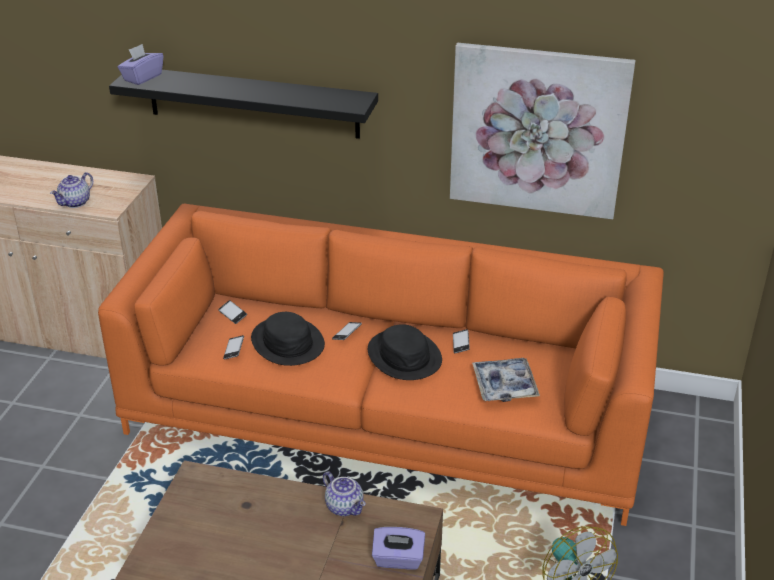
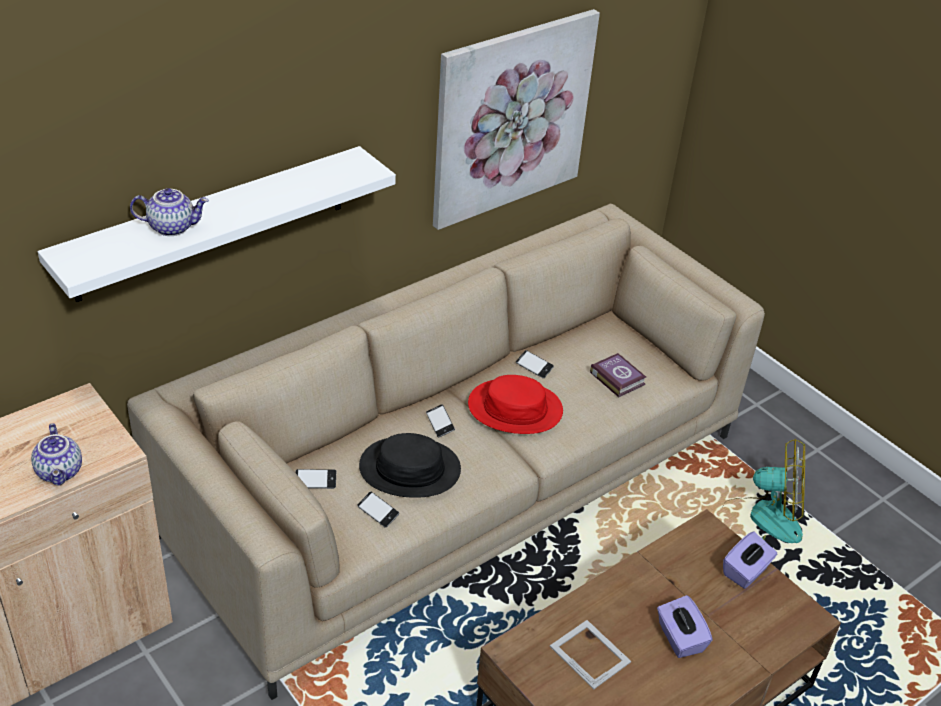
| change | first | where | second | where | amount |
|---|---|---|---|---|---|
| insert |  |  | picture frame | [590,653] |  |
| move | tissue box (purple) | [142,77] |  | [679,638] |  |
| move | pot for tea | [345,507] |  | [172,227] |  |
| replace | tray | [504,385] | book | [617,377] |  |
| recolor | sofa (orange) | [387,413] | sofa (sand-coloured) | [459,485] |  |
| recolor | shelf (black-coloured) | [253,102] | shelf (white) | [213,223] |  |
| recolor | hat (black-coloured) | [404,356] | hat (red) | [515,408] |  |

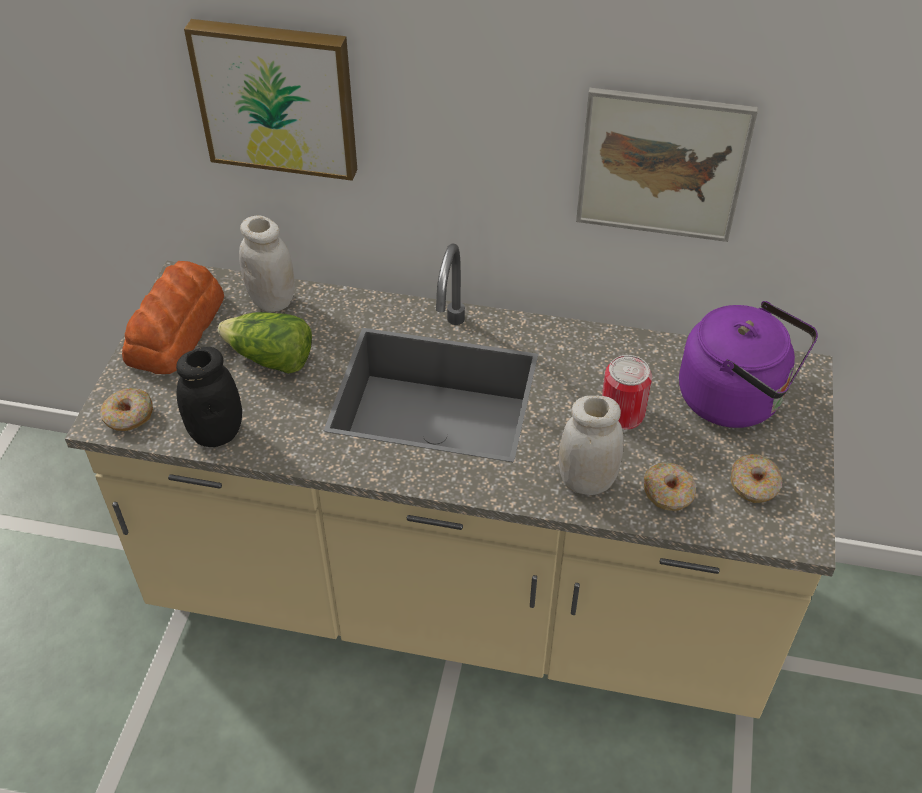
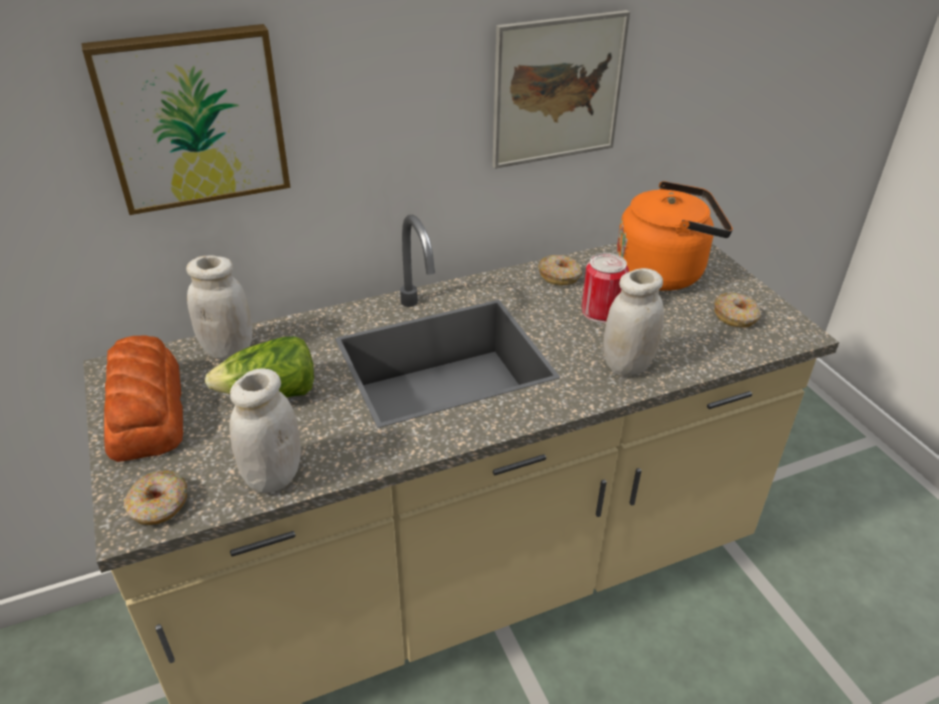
| change | first | where | second | where | amount |
|---|---|---|---|---|---|
| move | ring doughnut | [668,493] |  | [560,276] |  |
| recolor | storage jar (black-coloured) | [217,433] | storage jar (white) | [273,476] |  |
| recolor | tea kettle (purple) | [736,399] | tea kettle (orange) | [664,272] |  |

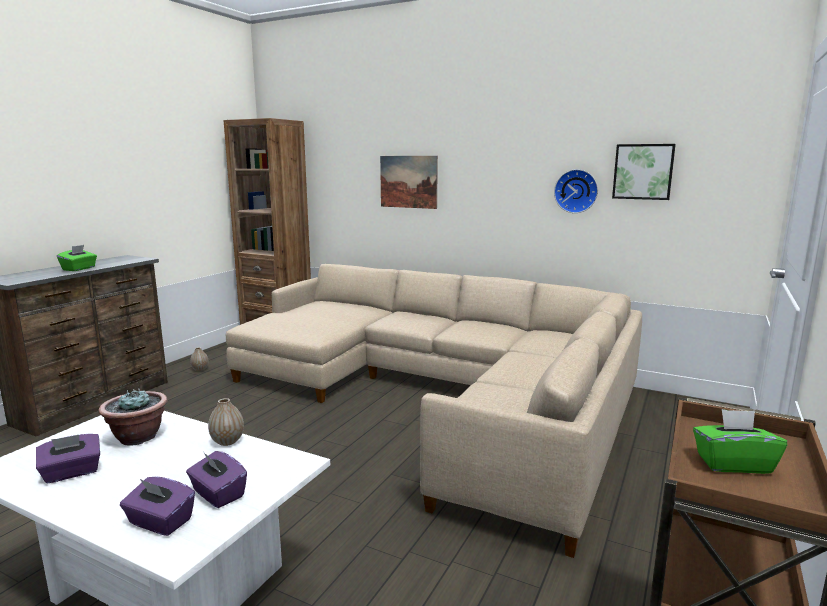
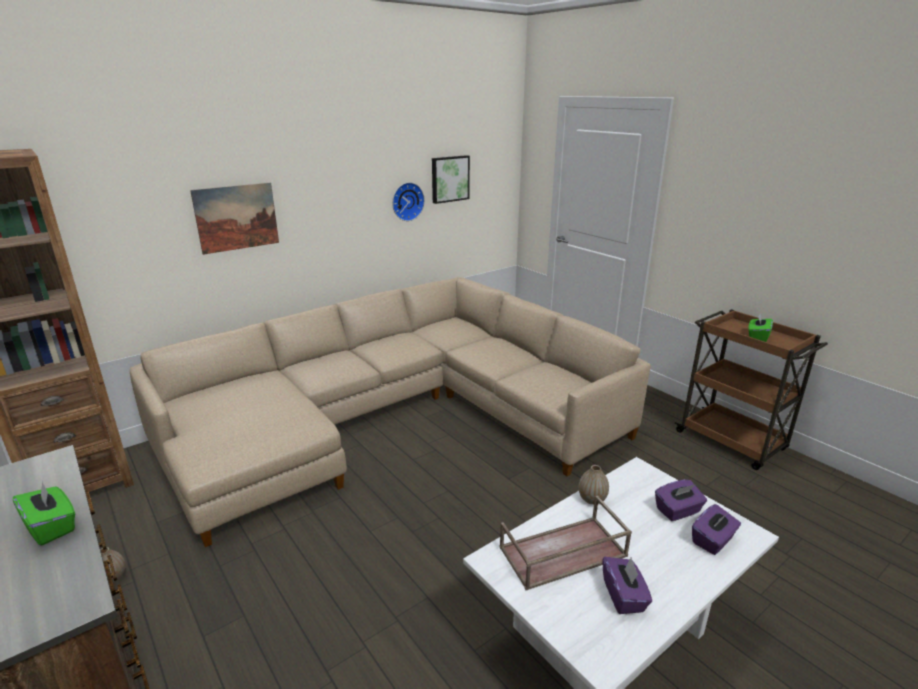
| change | first | where | second | where | amount |
|---|---|---|---|---|---|
| replace | plant in a pot | [137,437] | tray (brown) | [562,553] |  |

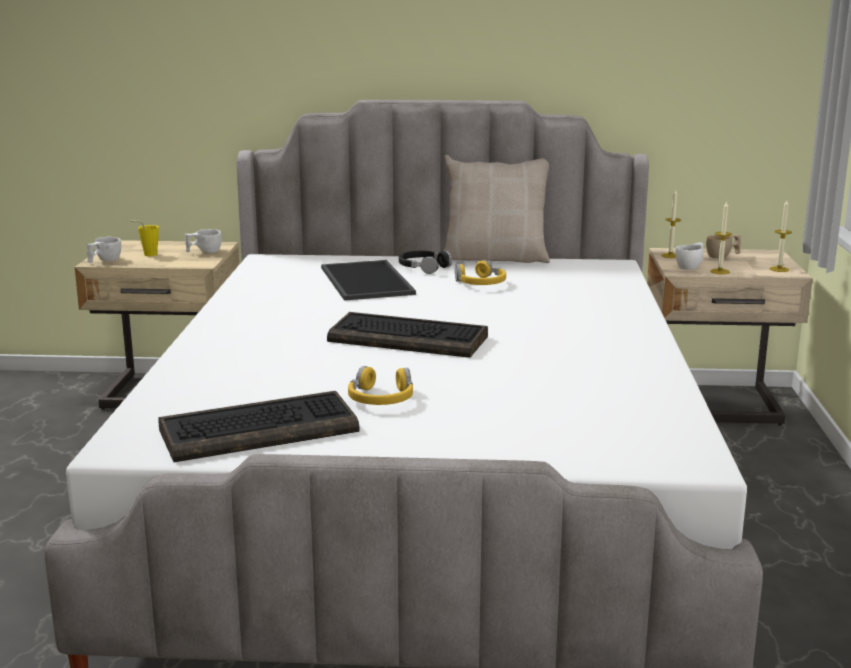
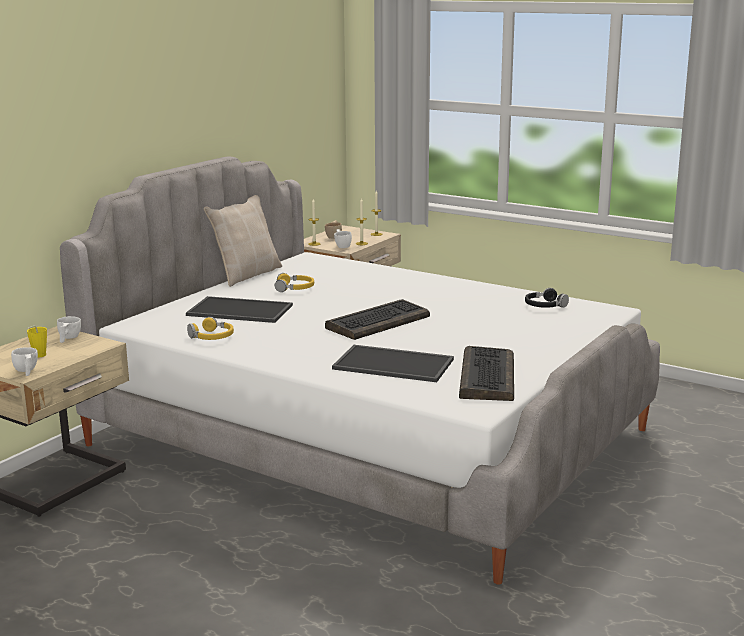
| change | first | where | second | where | amount |
|---|---|---|---|---|---|
| insert |  |  | tray | [395,364] |  |
| move | headset (yellowish) | [381,398] |  | [212,337] |  |
| move | headset (black-coloured) | [423,267] |  | [545,305] |  |

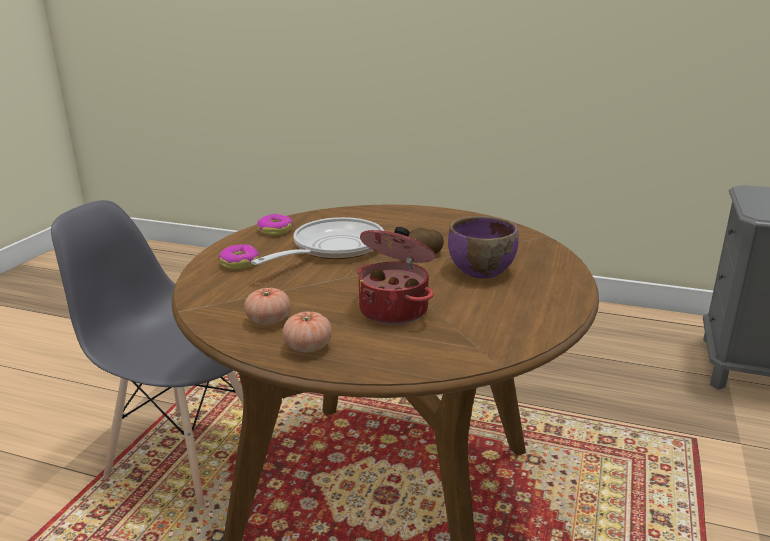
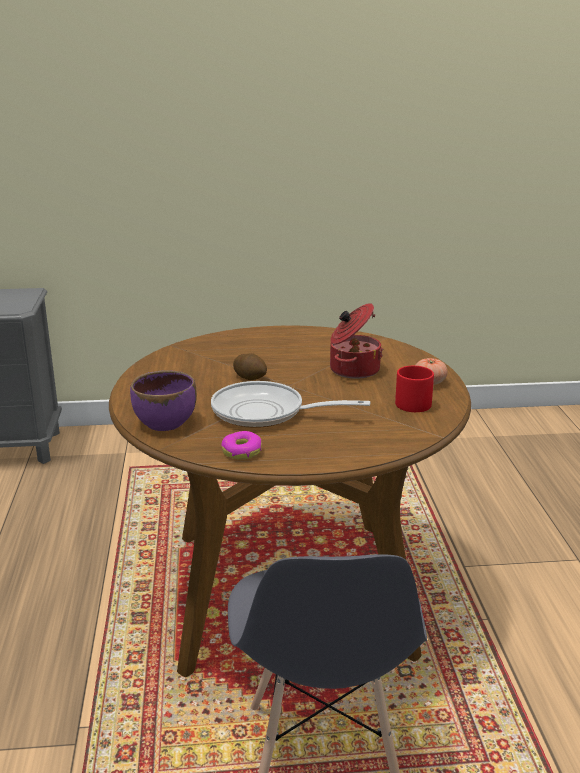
| change | first | where | second | where | amount |
|---|---|---|---|---|---|
| delete | ring doughnut | [239,263] |  |  |  |
| move | deep dish (purple) | [480,270] |  | [165,423] |  |
| replace | fresh tomato | [268,320] | mug (red) | [415,402] |  |

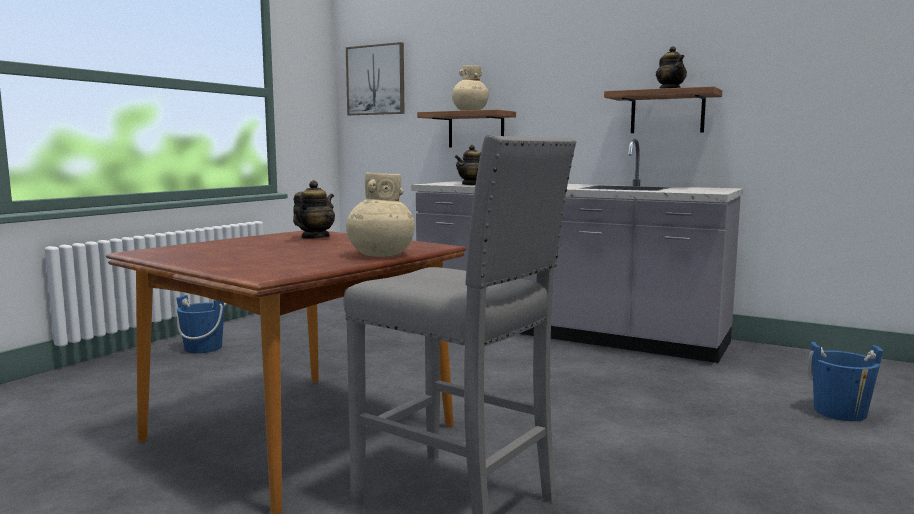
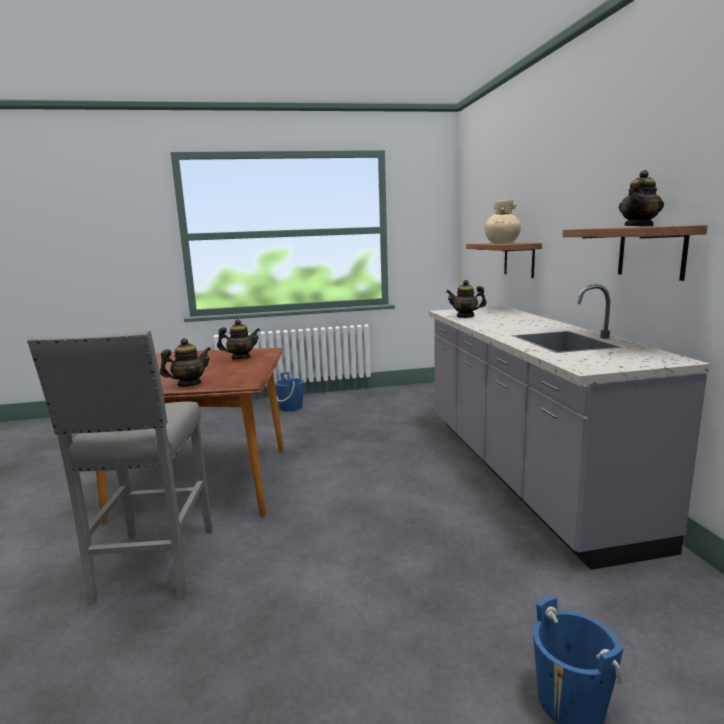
| change | first | where | second | where | amount |
|---|---|---|---|---|---|
| delete | wall picture | [376,80] |  |  |  |
| replace | vase (sand-coloured) | [380,255] | pot for tea | [189,384] |  |

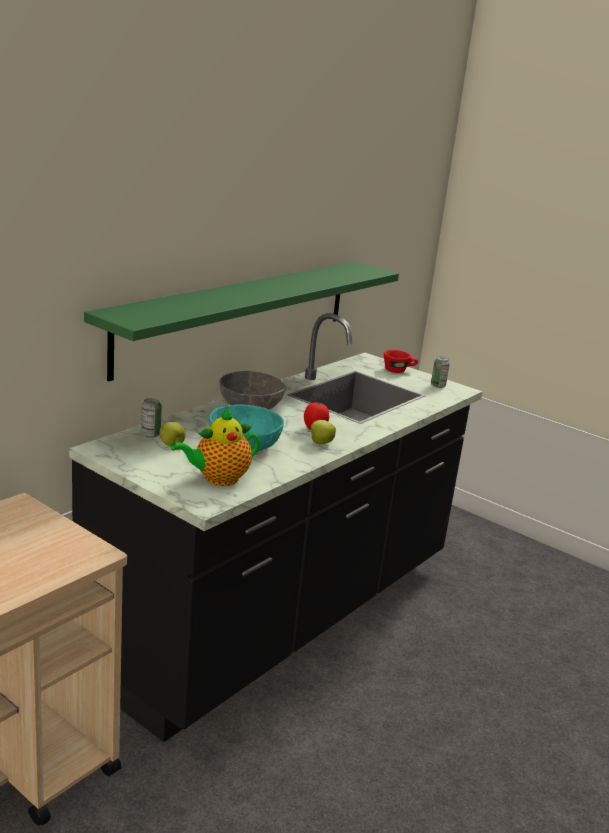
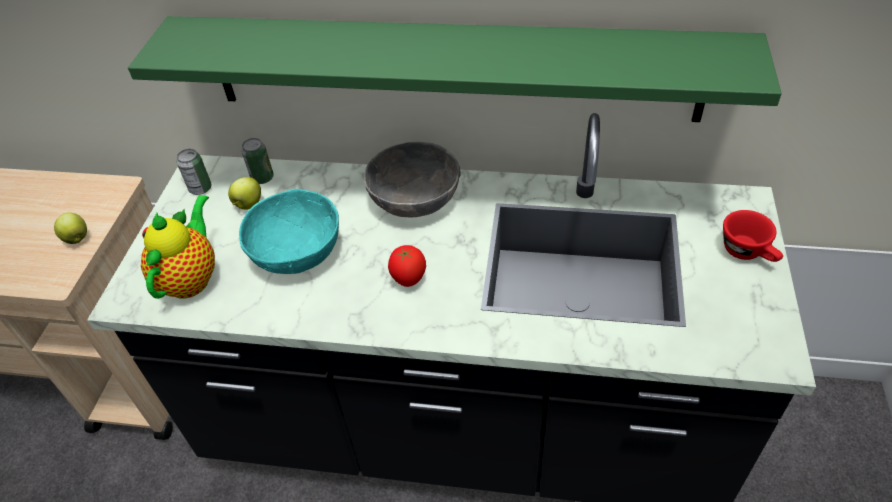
| change | first | where | second | where | amount |
|---|---|---|---|---|---|
| move | apple | [320,443] |  | [77,238] |  |
| move | metal can | [438,385] |  | [200,188] |  |
| rotate | pot for tea | [218,479] |  | [191,278] | 75 degrees clockwise |

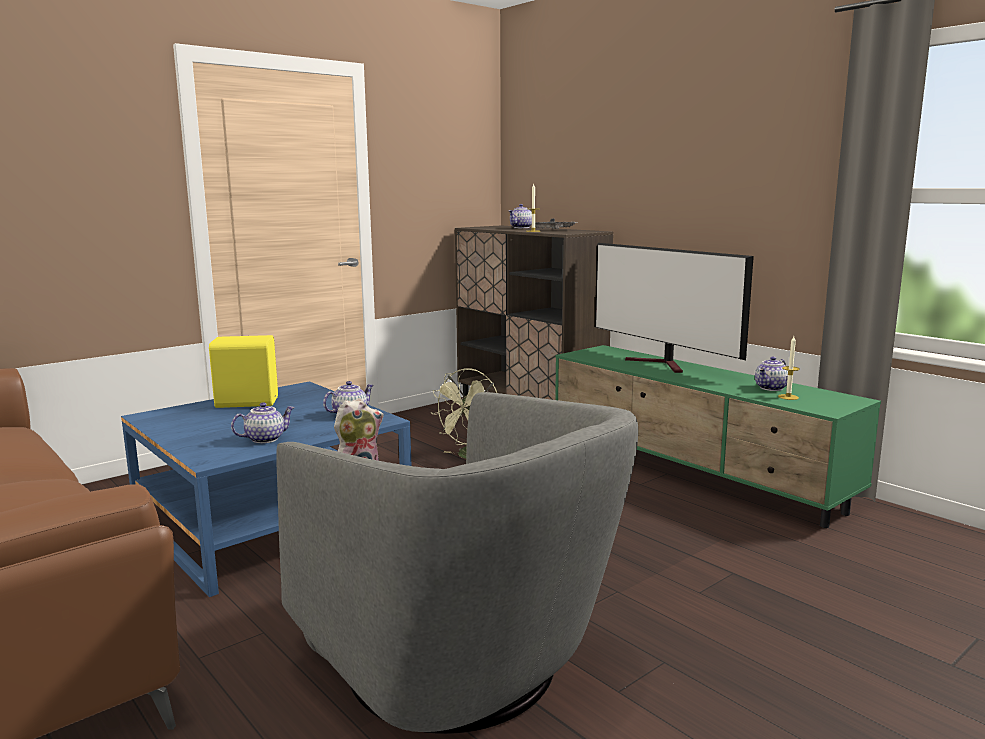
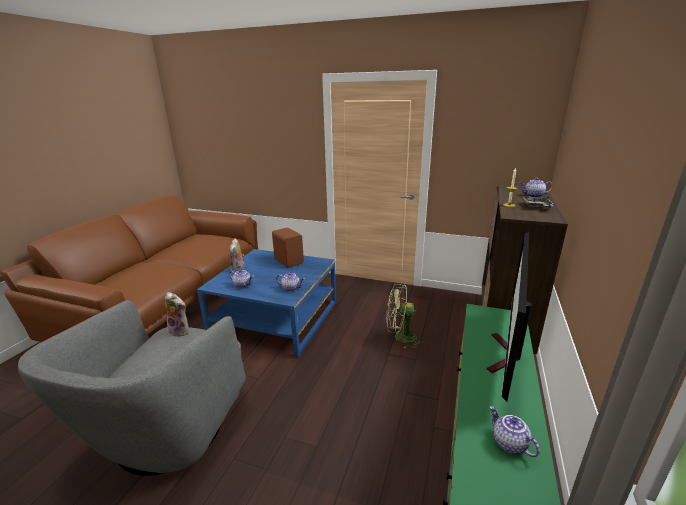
| change | first | where | second | where | amount |
|---|---|---|---|---|---|
| delete | candle | [788,397] |  |  |  |
| insert |  |  | soft toy | [238,269] |  |
| recolor | audio speaker (yellowish) | [246,402] | audio speaker (brown) | [289,261] |  |
| rotate | pot for tea | [771,388] |  | [508,443] | 45 degrees clockwise |

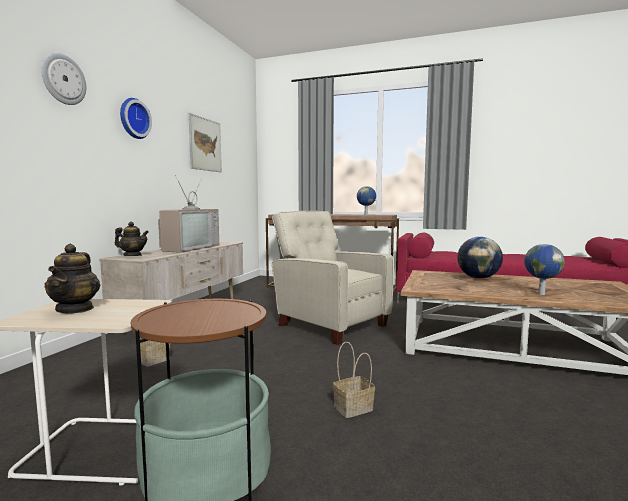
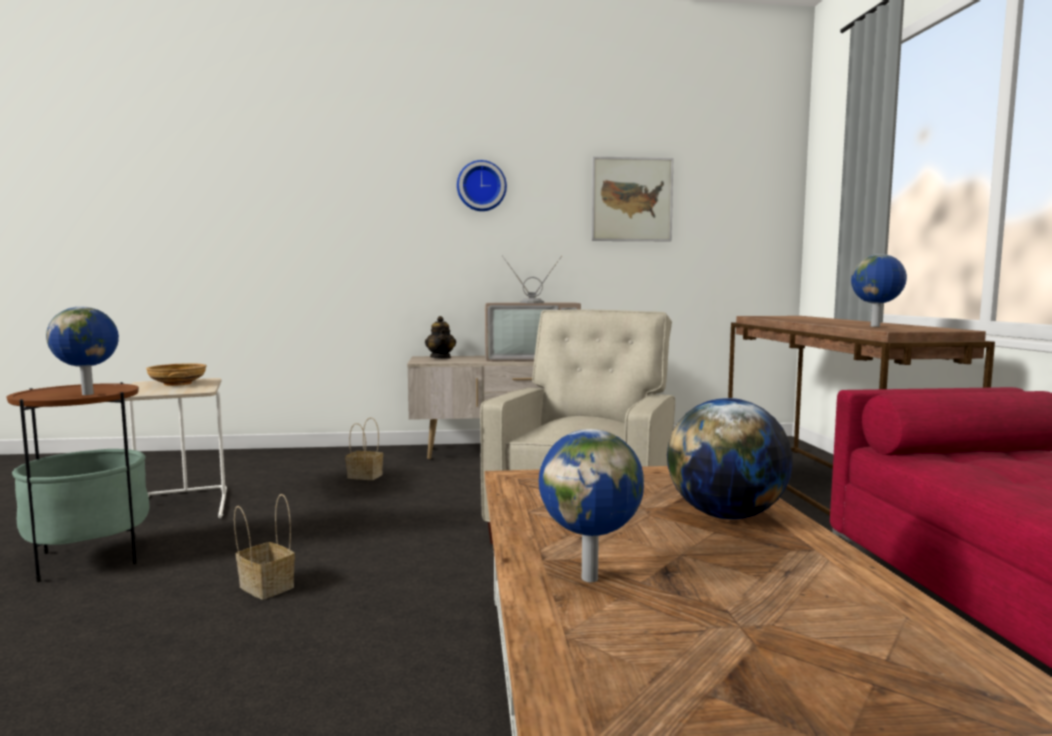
| change | first | where | second | where | amount |
|---|---|---|---|---|---|
| delete | clock on the wall | [63,79] |  |  |  |
| insert |  |  | world globe | [89,394] |  |
| replace | pot for tea | [75,309] | deep dish (sand-coloured) | [178,384] |  |

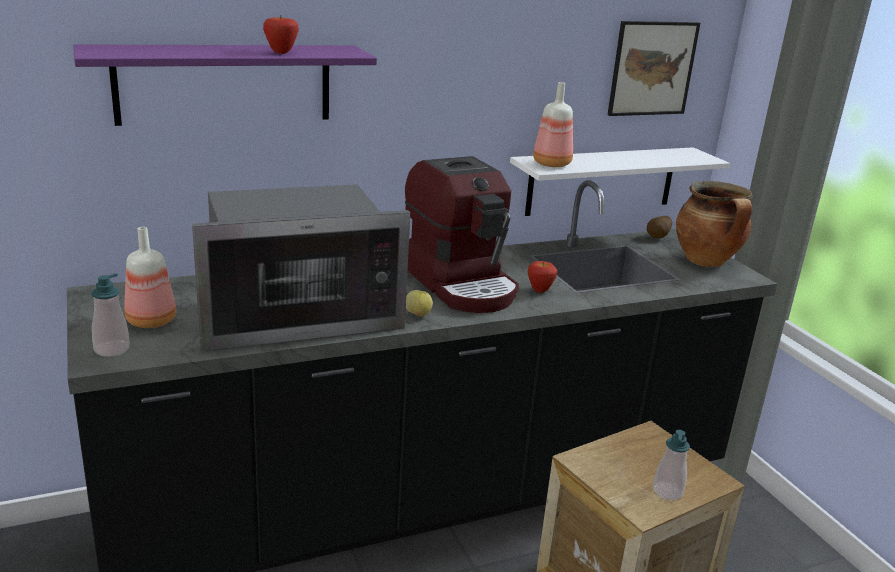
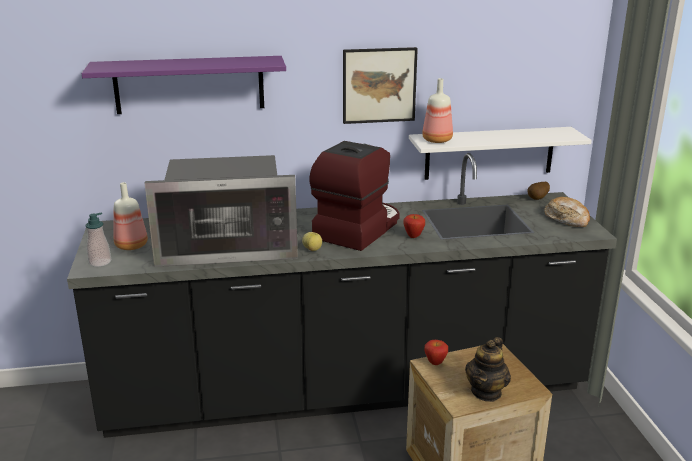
| change | first | where | second | where | amount |
|---|---|---|---|---|---|
| move | apple | [281,52] |  | [435,363] |  |
| move | wall picture | [652,68] |  | [379,85] |  |
| replace | soap dispenser | [667,491] | pot for tea | [486,392] |  |
| replace | stockpot | [707,262] | bakery bread | [567,219] |  |
| rotate | coffee maker | [461,283] |  | [357,229] | 135 degrees counterclockwise |

